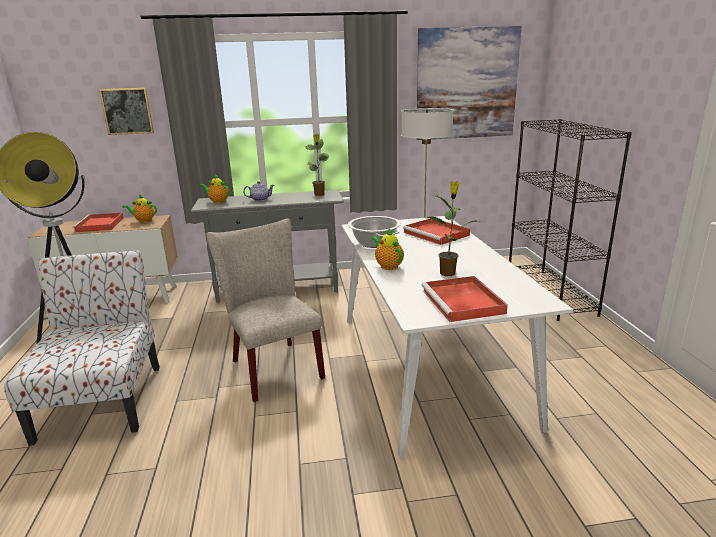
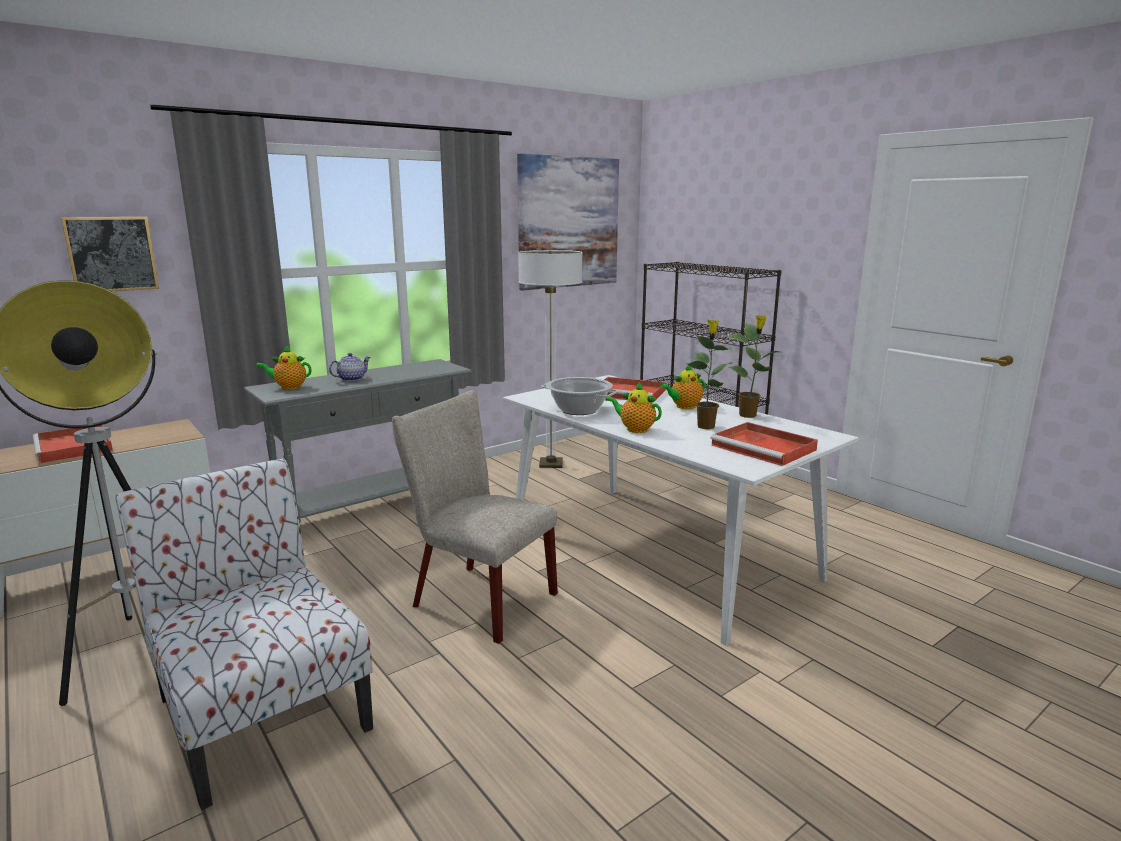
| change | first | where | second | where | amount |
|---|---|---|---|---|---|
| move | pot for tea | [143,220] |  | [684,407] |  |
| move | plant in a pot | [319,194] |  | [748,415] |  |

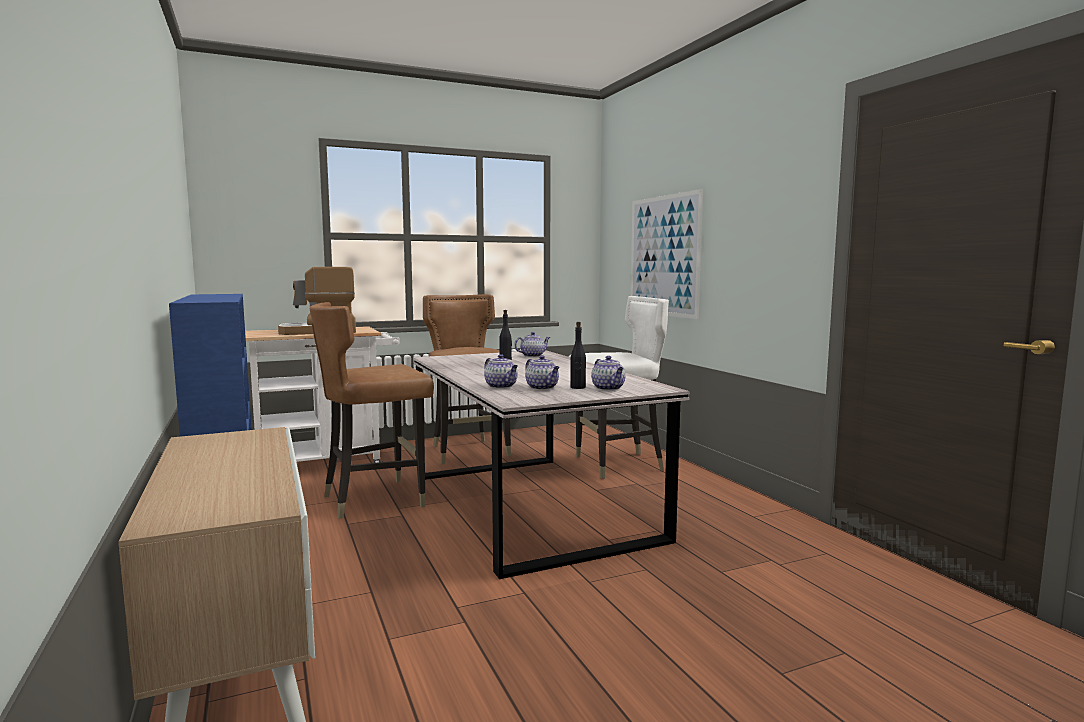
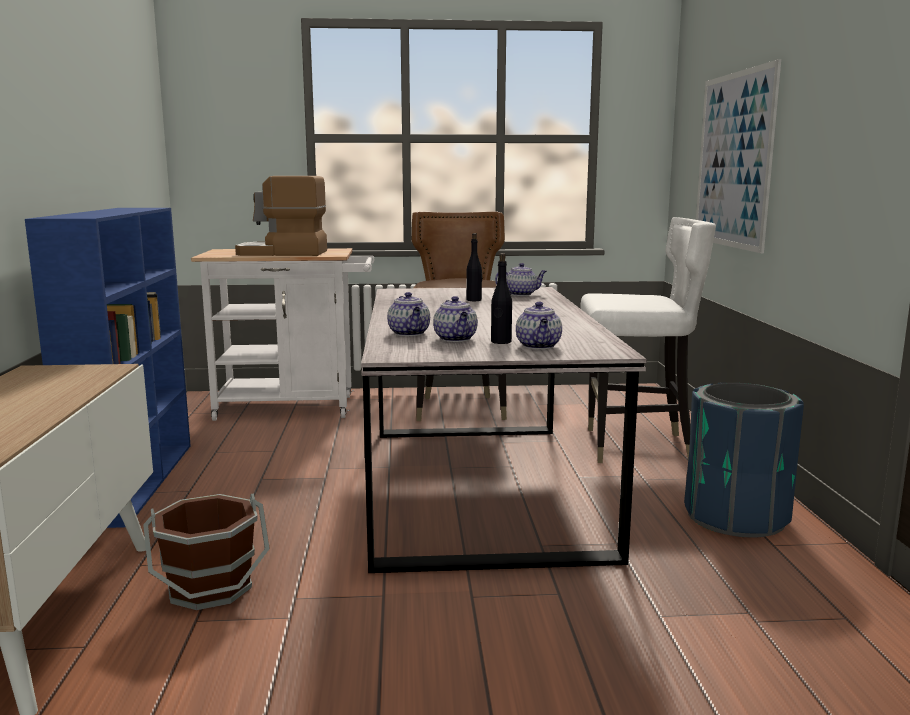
| change | first | where | second | where | amount |
|---|---|---|---|---|---|
| delete | plain chair (brown) | [375,499] |  |  |  |
| insert |  |  | water bucket (brown) | [211,588] |  |
| insert |  |  | waste bin (bluish) | [736,517] |  |

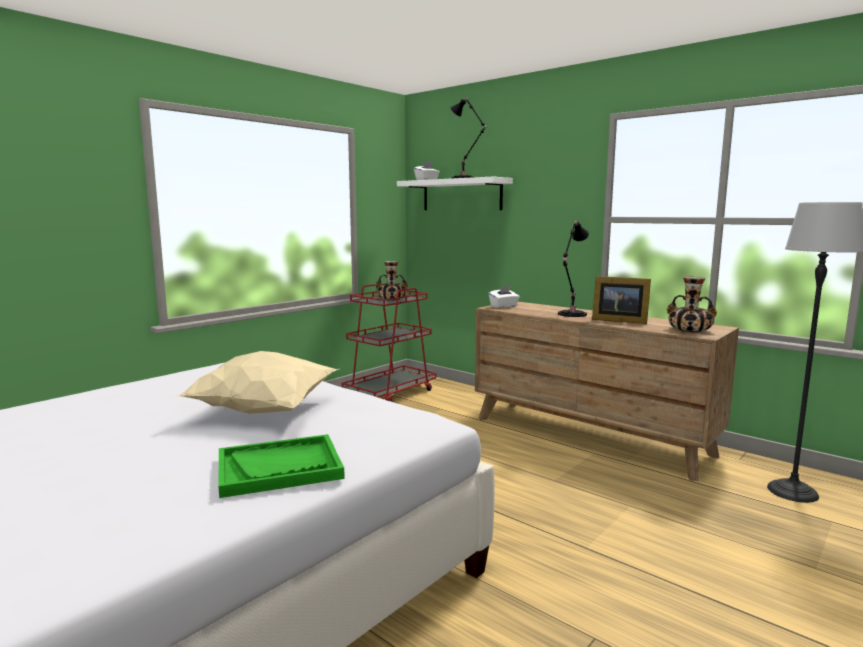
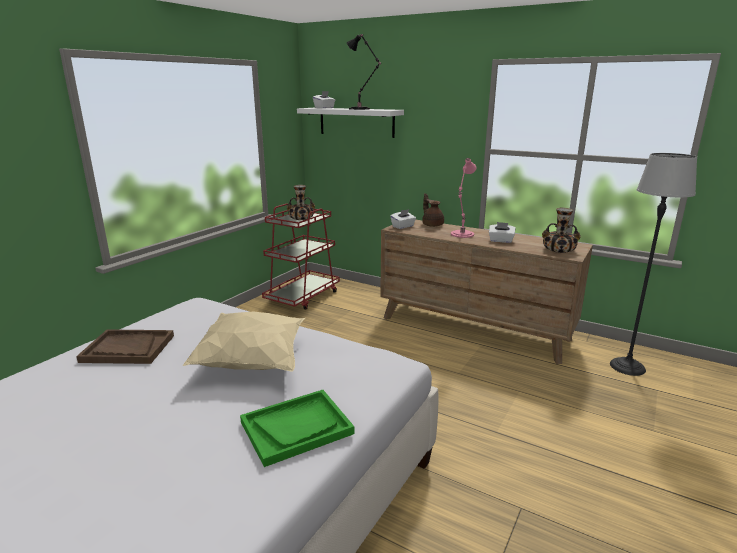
| change | first | where | second | where | amount |
|---|---|---|---|---|---|
| insert |  |  | tray (brown) | [128,349] |  |
| insert |  |  | pot for tea (brown) | [432,225] |  |
| replace | picture frame | [618,320] | tissue box (white) | [500,240] |  |
| recolor | table lamp (black-coloured) | [571,314] | table lamp (pinkish) | [461,235] |  |

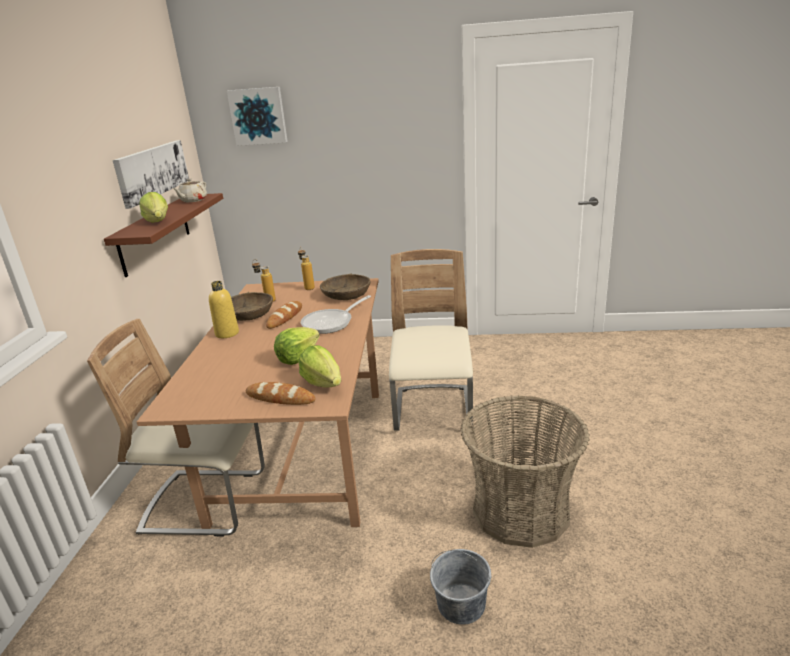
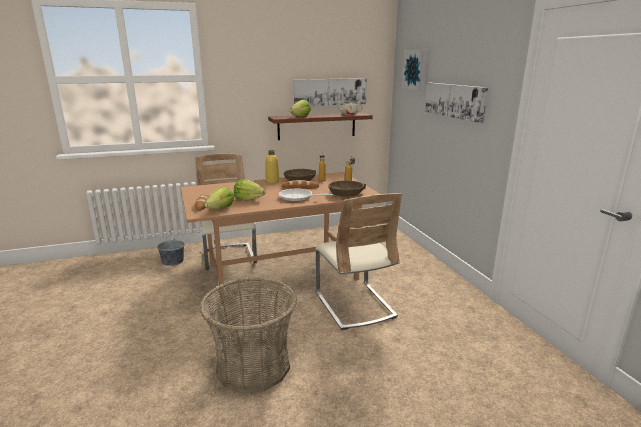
| change | first | where | second | where | amount |
|---|---|---|---|---|---|
| insert |  |  | wall picture | [455,100] |  |
| move | water bucket (greyish) | [461,604] |  | [173,261] |  |
| rotate | plain chair (sand-coloured) | [433,410] |  | [354,305] | 90 degrees clockwise |

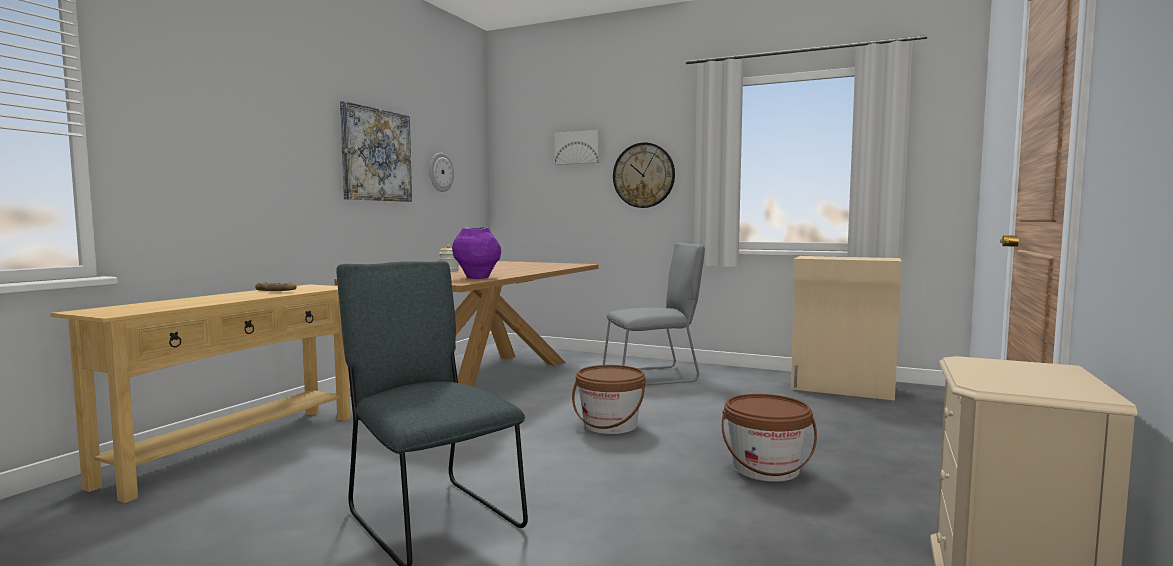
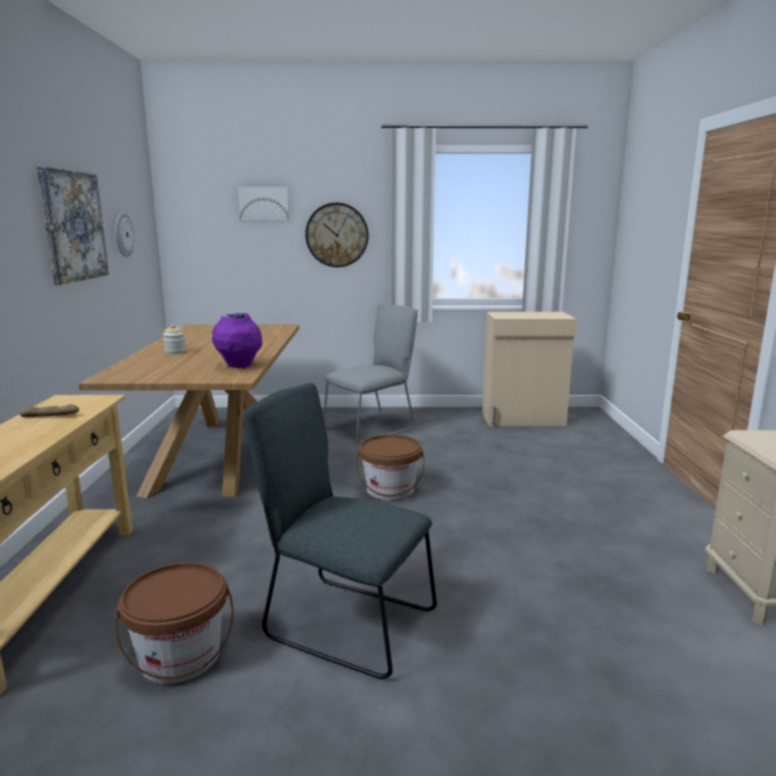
| change | first | where | second | where | amount |
|---|---|---|---|---|---|
| move | water bucket (brown) | [765,469] |  | [180,657] |  |

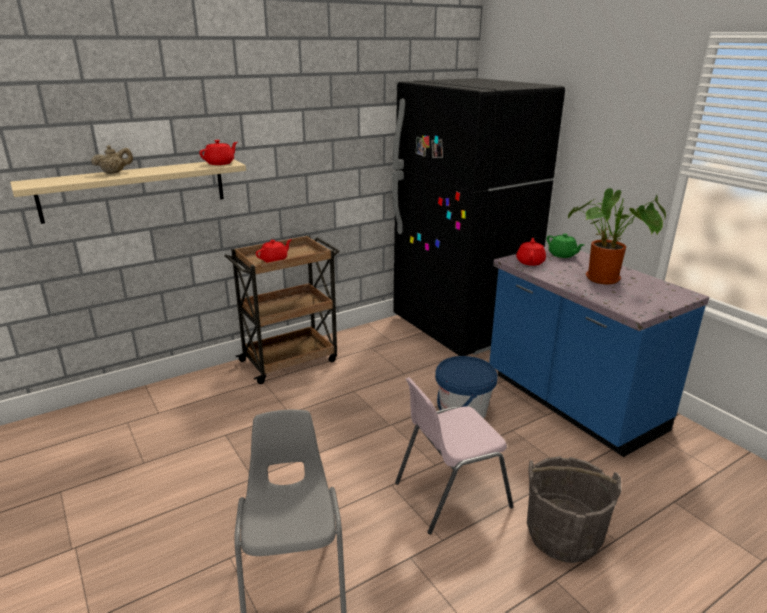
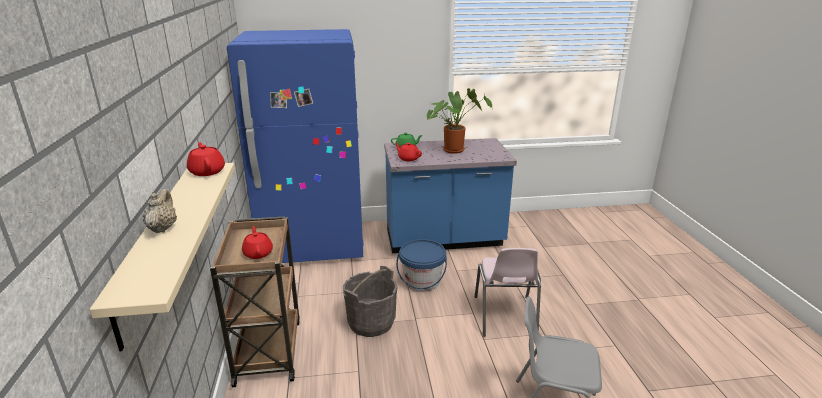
| change | first | where | second | where | amount |
|---|---|---|---|---|---|
| move | water bucket (greyish) | [563,535] |  | [371,322] |  |
| recolor | refrigerator (black-coloured) | [460,327] | refrigerator (bluish) | [313,245] |  |

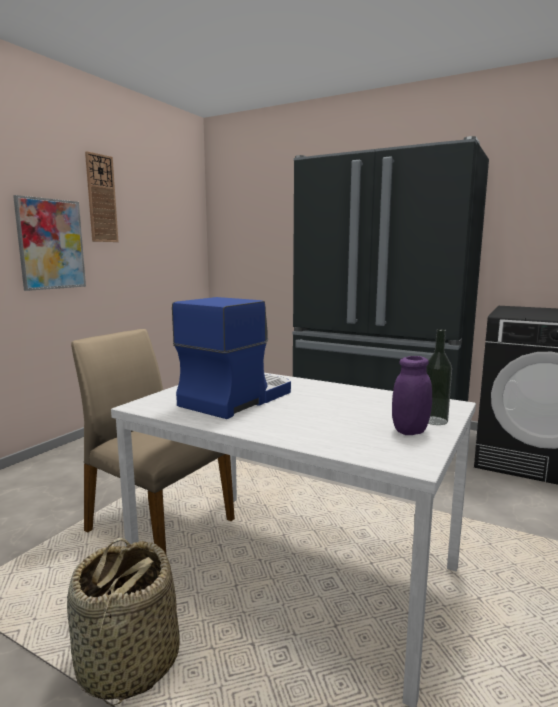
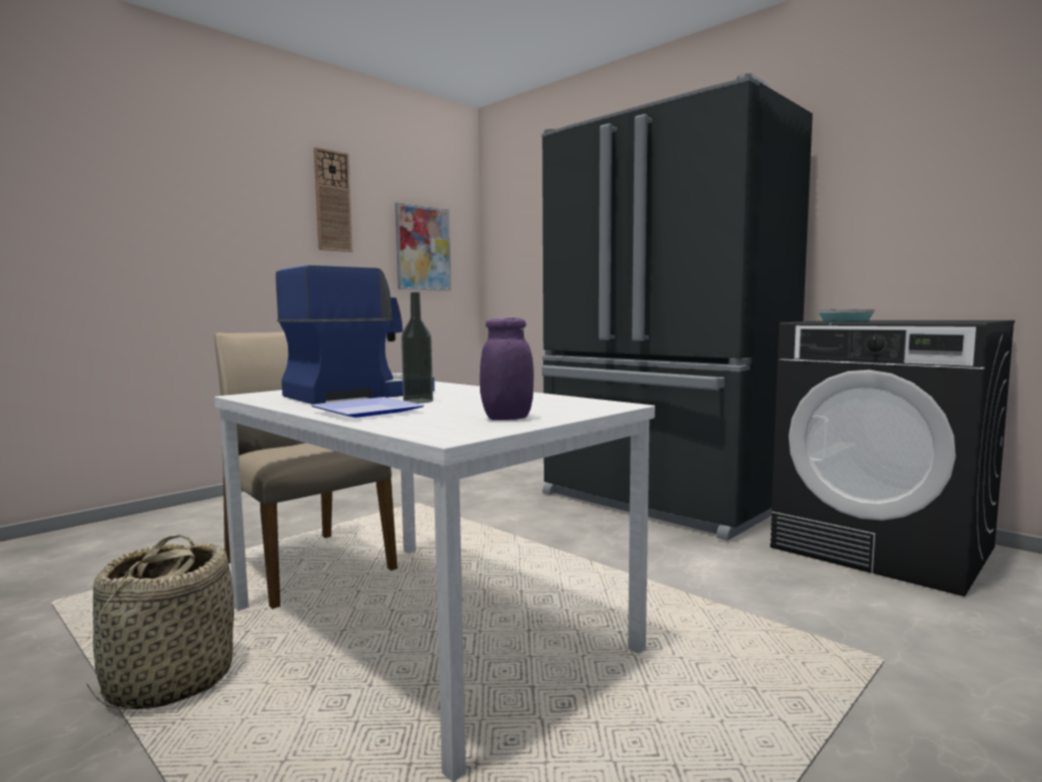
| change | first | where | second | where | amount |
|---|---|---|---|---|---|
| insert |  |  | plate | [363,411] |  |
| insert |  |  | frying pan | [843,321] |  |
| move | wall picture | [51,244] |  | [423,248] |  |
| move | beverage bottle | [434,420] |  | [418,401] |  |

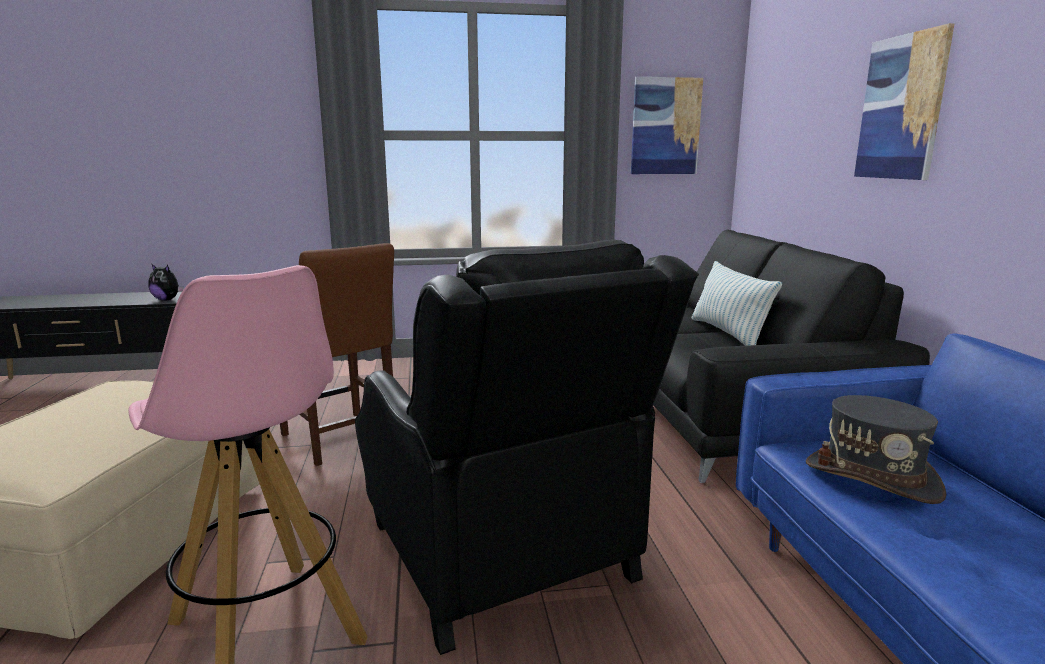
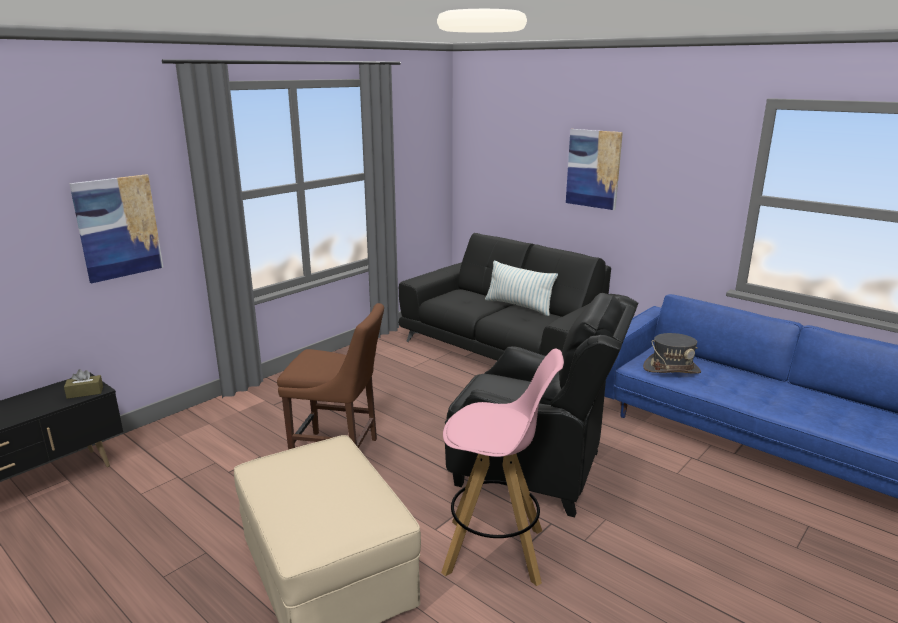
| change | first | where | second | where | amount |
|---|---|---|---|---|---|
| move | wall picture | [665,126] |  | [118,227] |  |
| replace | soft toy | [167,300] | tissue box (brown) | [85,392] |  |

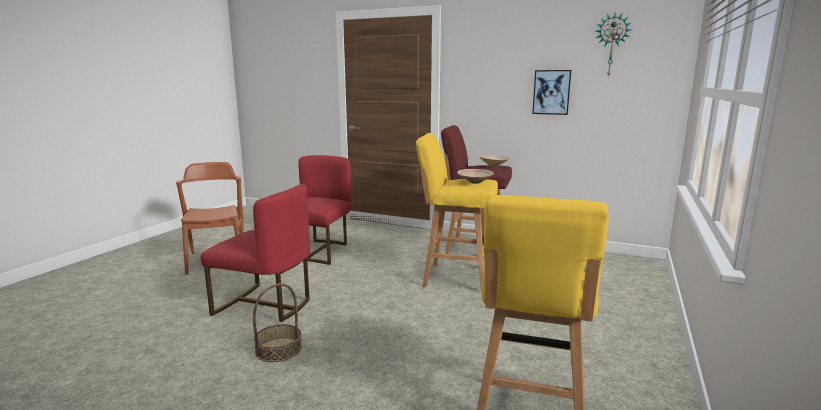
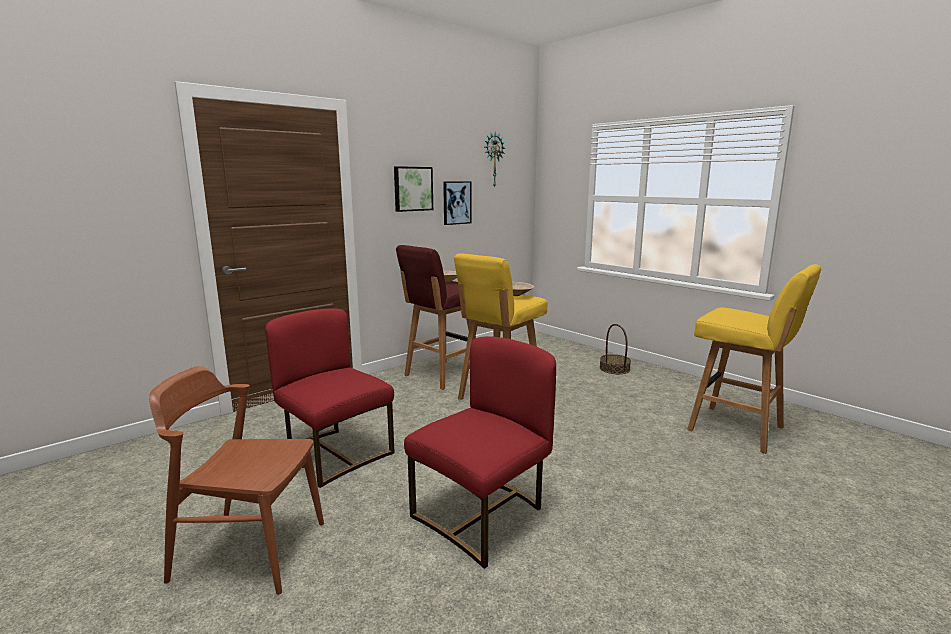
| change | first | where | second | where | amount |
|---|---|---|---|---|---|
| insert |  |  | wall picture | [412,189] |  |
| move | basket | [278,349] |  | [614,369] |  |

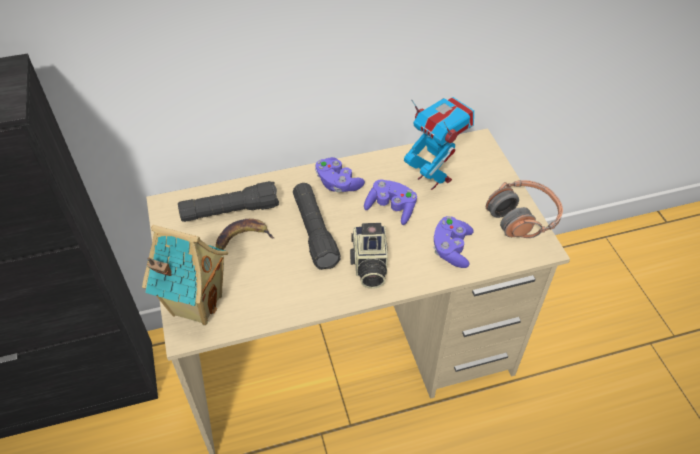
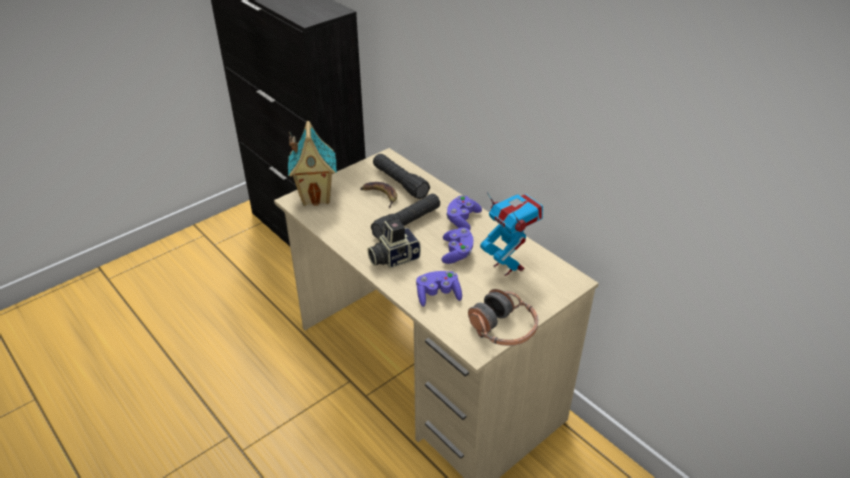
| change | first | where | second | where | amount |
|---|---|---|---|---|---|
| rotate | toy robot | [433,178] |  | [508,266] | 60 degrees counterclockwise |

